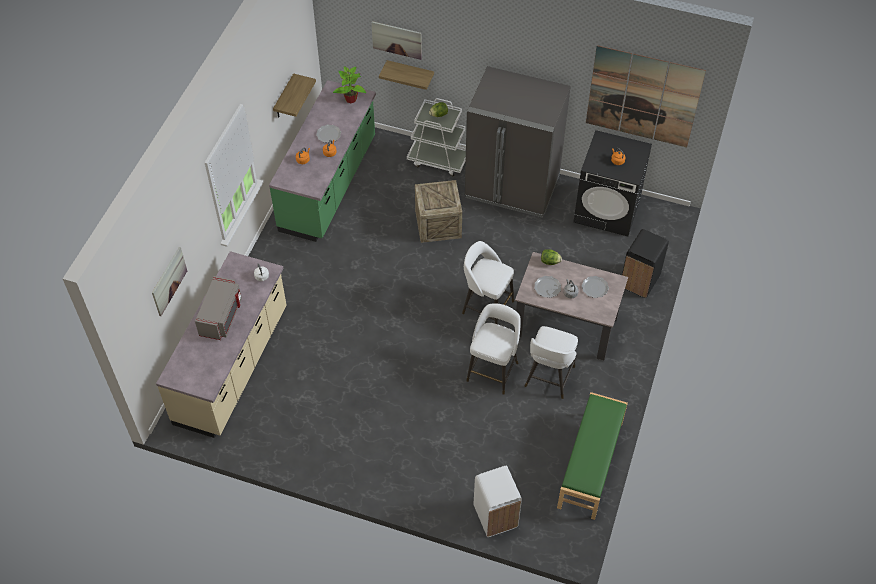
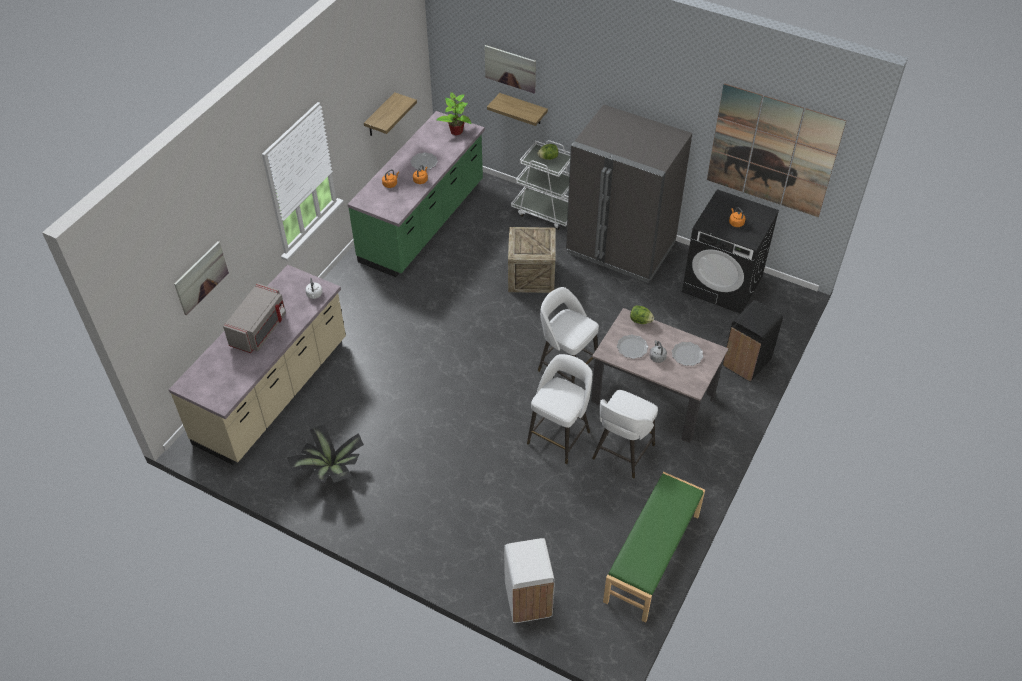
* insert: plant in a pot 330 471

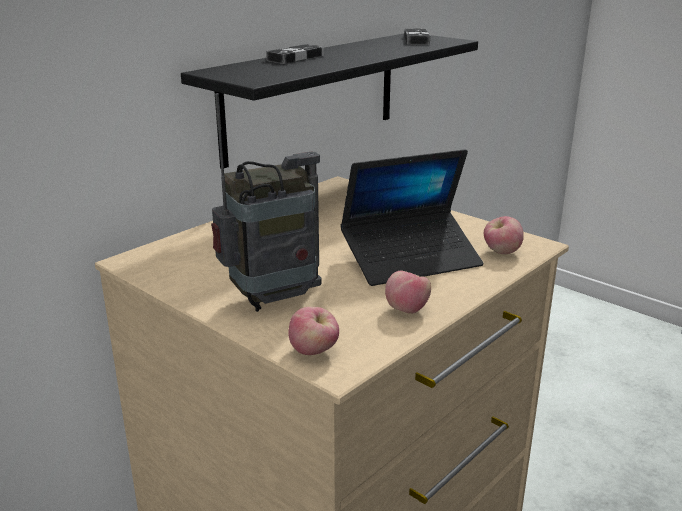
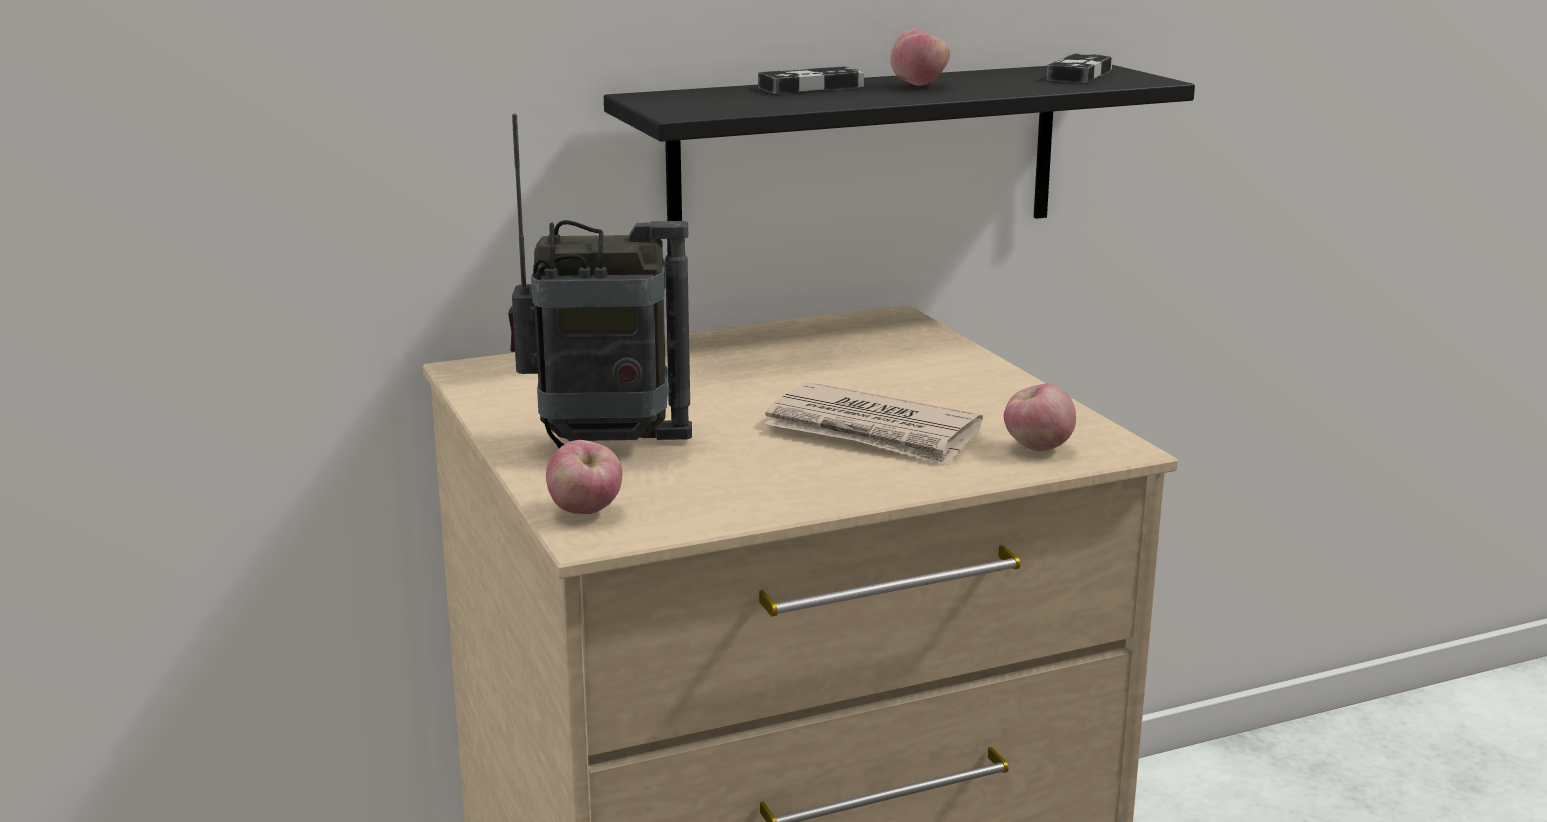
* replace: laptop 411 259 to daily paper 873 433
* move: whole apple 407 310 to 919 85

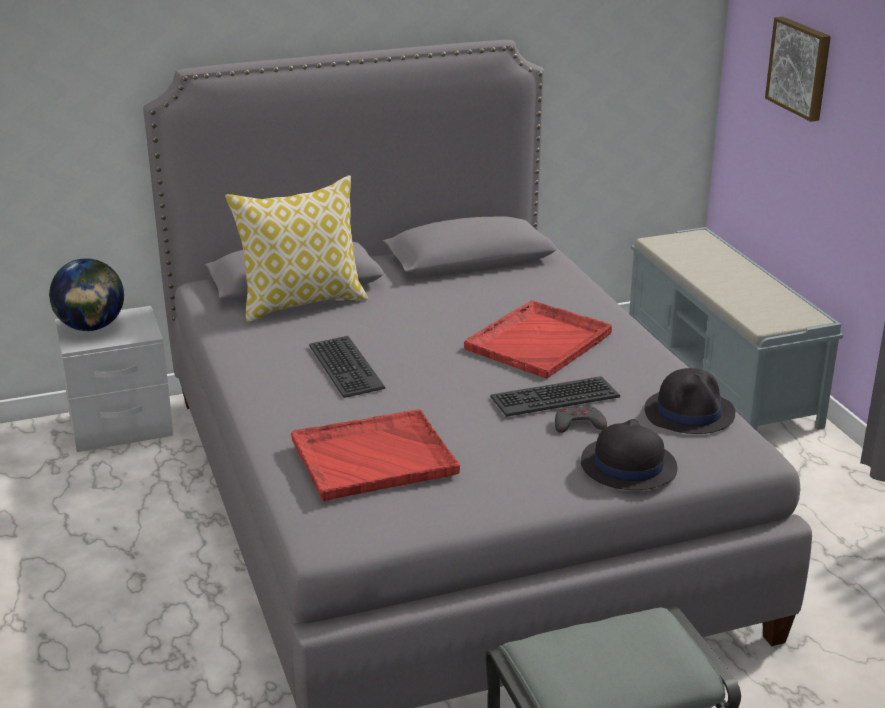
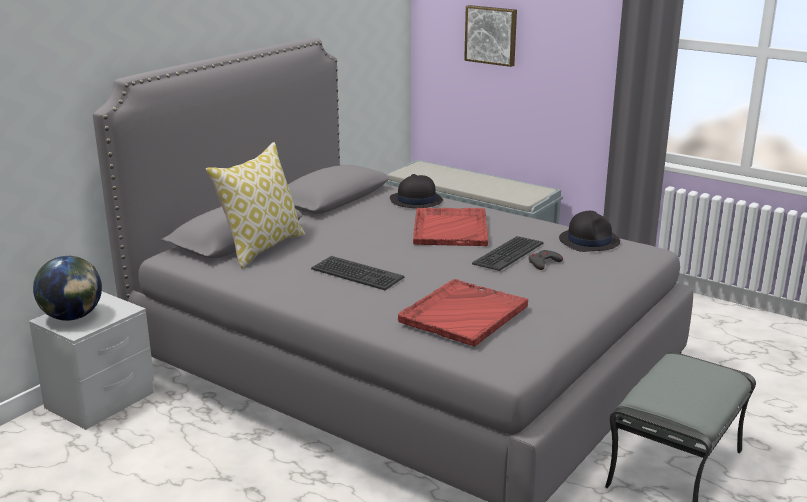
* move: clothing hat (black-coloured) 627 466 to 416 200

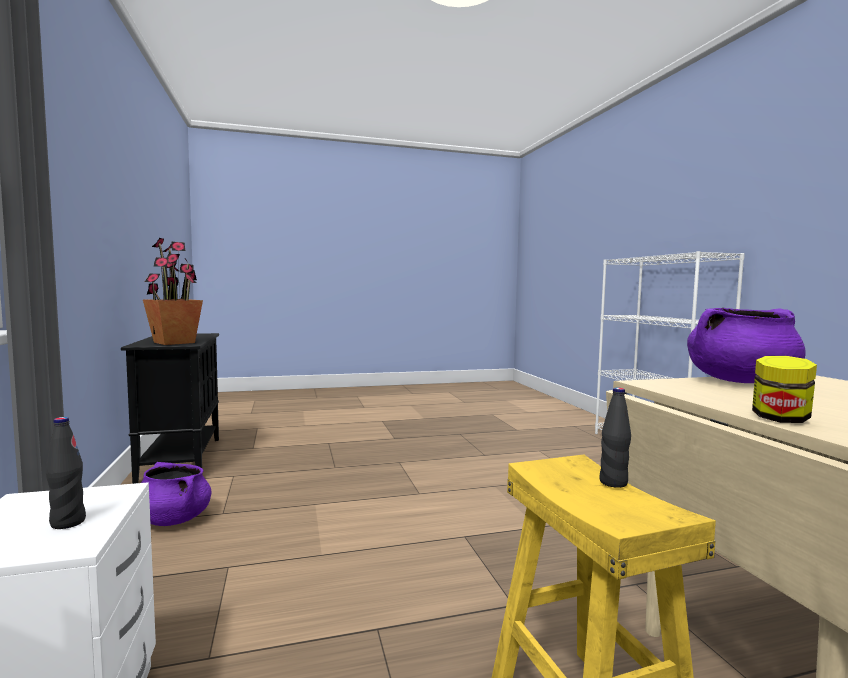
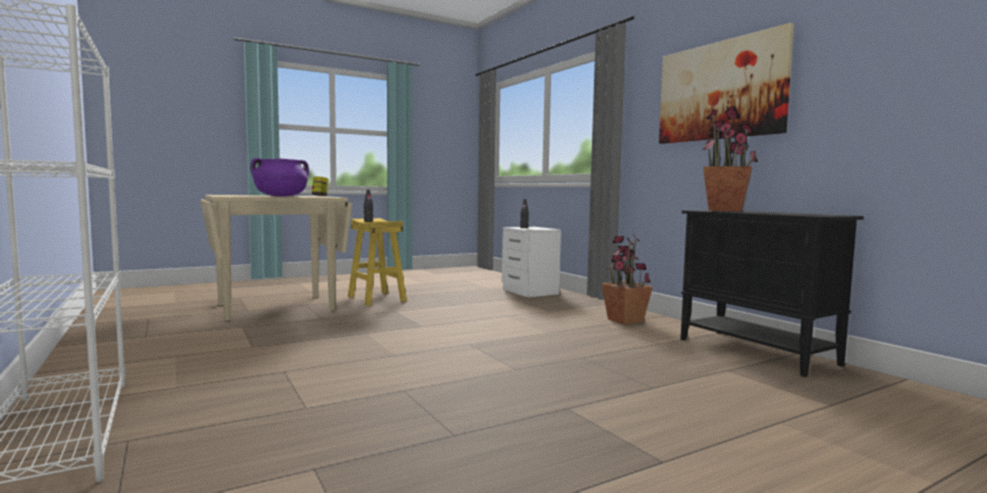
* replace: stockpot (purplish) 173 519 to plant in a pot 625 320
* insert: picture 720 91

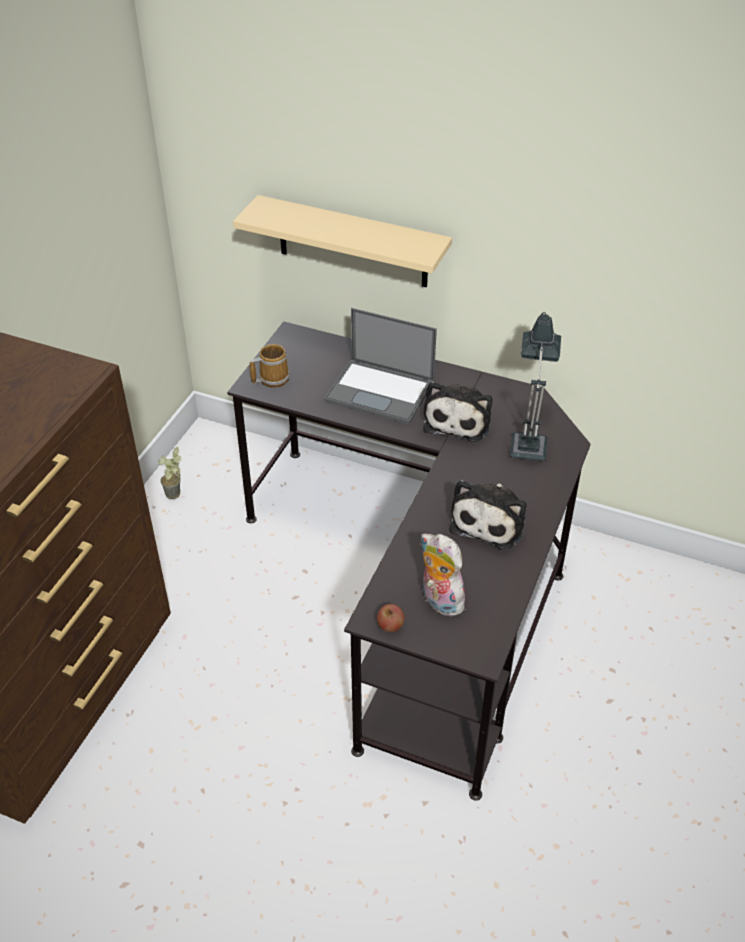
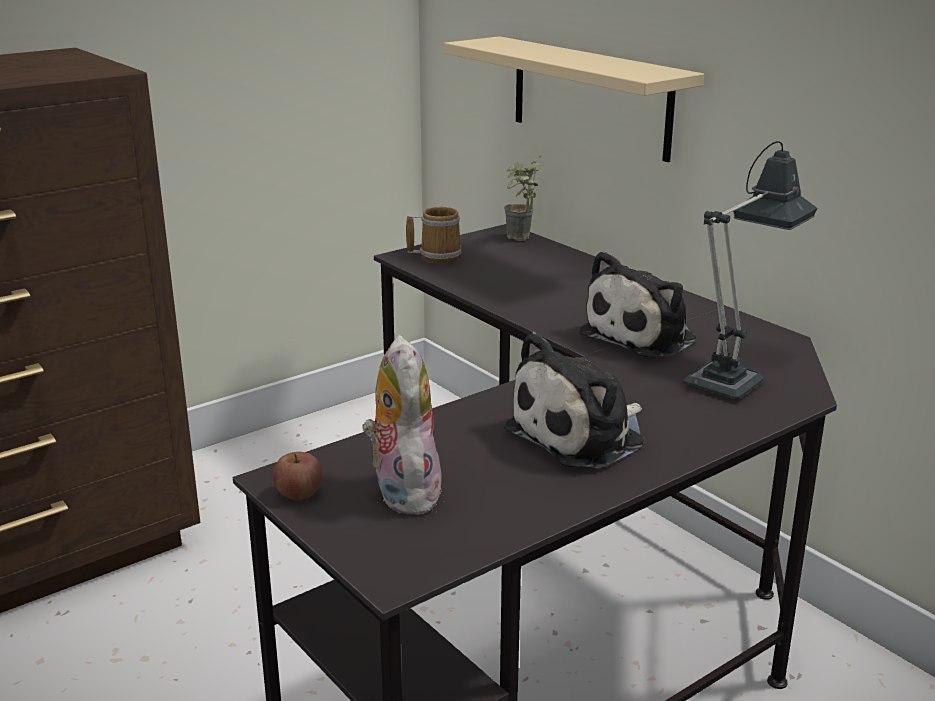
* move: plant in a pot 175 497 to 520 240
* delete: laptop 381 391

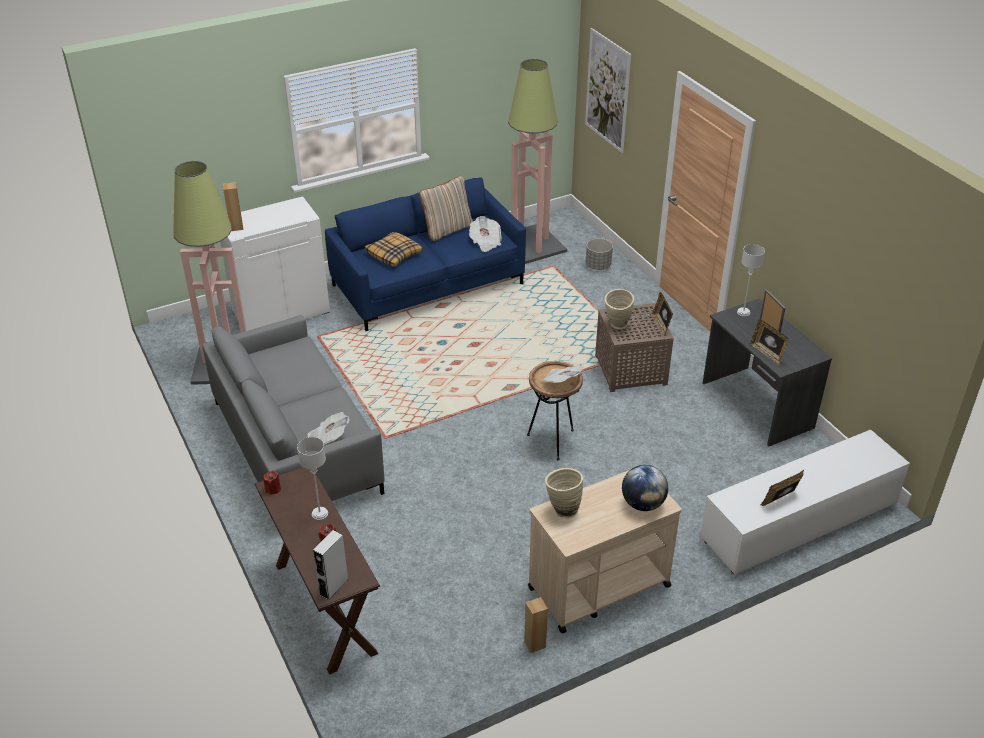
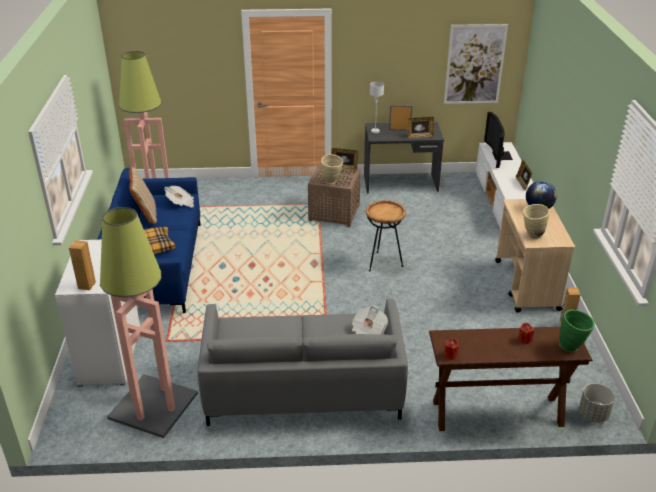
* move: picture 607 90 to 474 64
* insert: TV set 498 156
* replace: audio speaker (grey) 333 587 to flower vase (green) 572 347
* move: planter (grey) 598 266 to 593 414
* delete: table lamp (grey) 320 513
* delete: daily paper 561 382

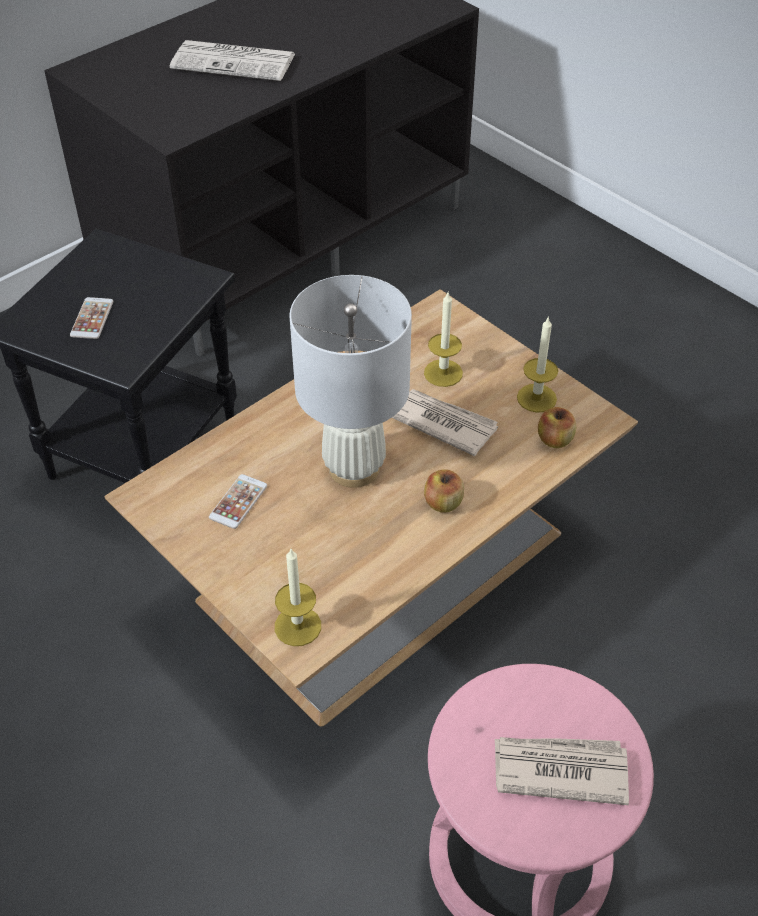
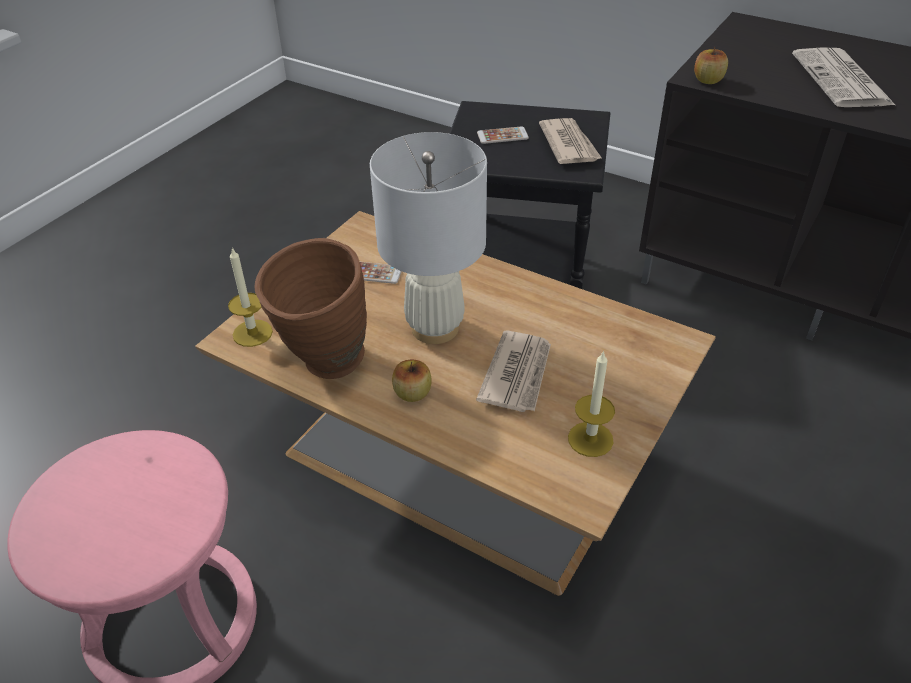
* insert: flower vase (brown-coloured) 323 367
* move: daily paper 559 769 to 569 144
* move: whole apple 555 440 to 708 80
* delete: candle 443 373

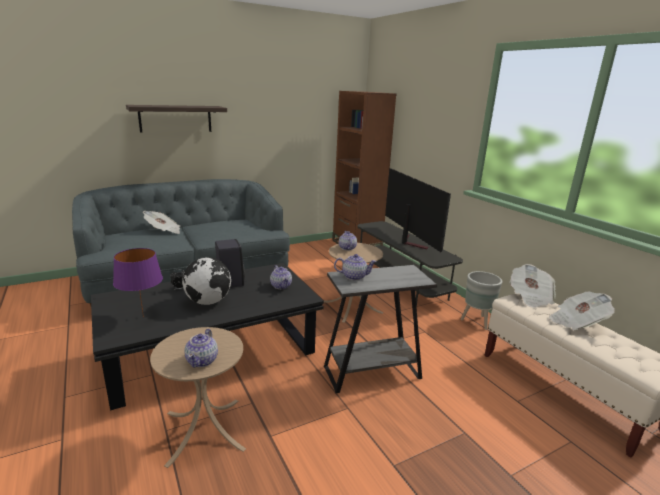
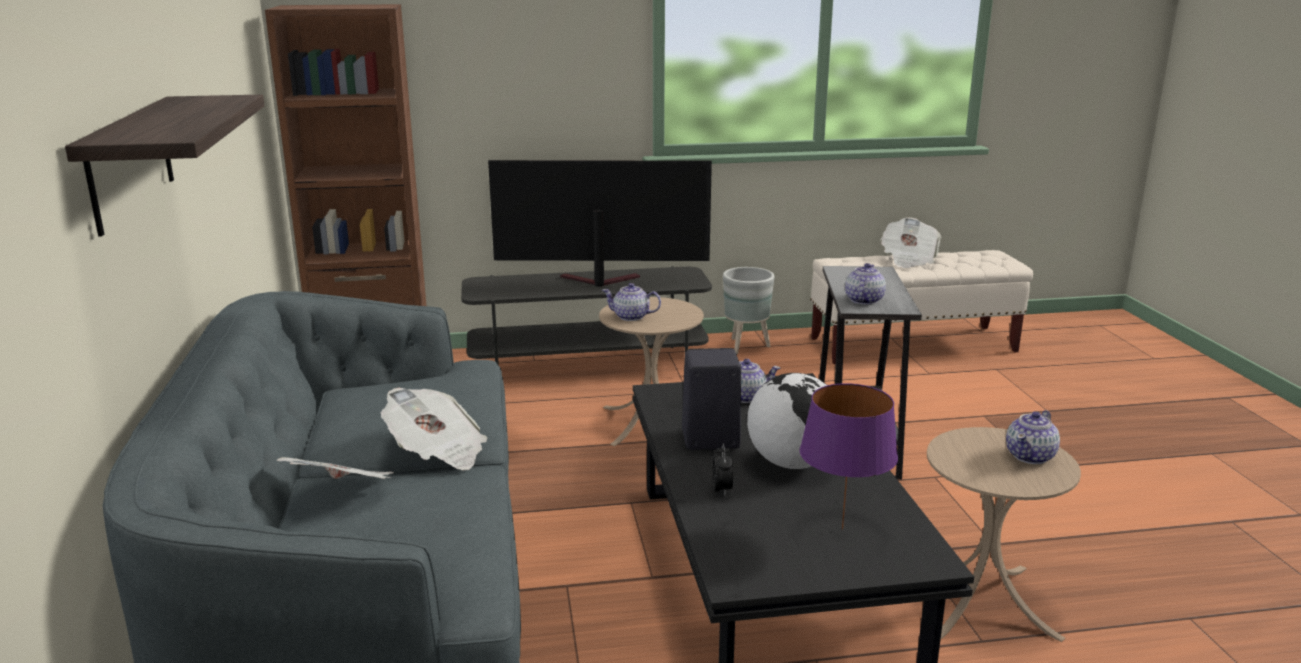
* move: daily paper 530 297 to 437 452
* rotate: pot for tea 202 360 = 1031 456 105 degrees clockwise

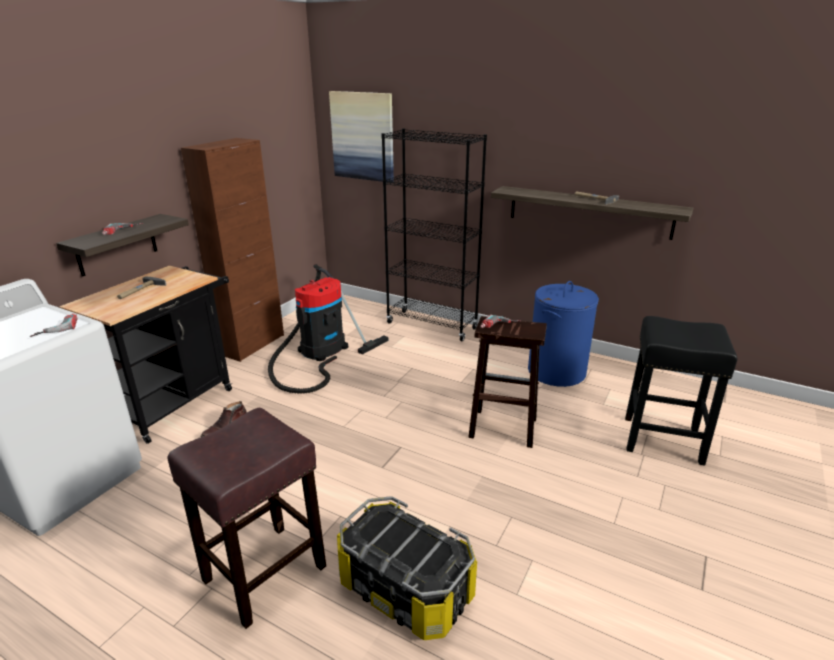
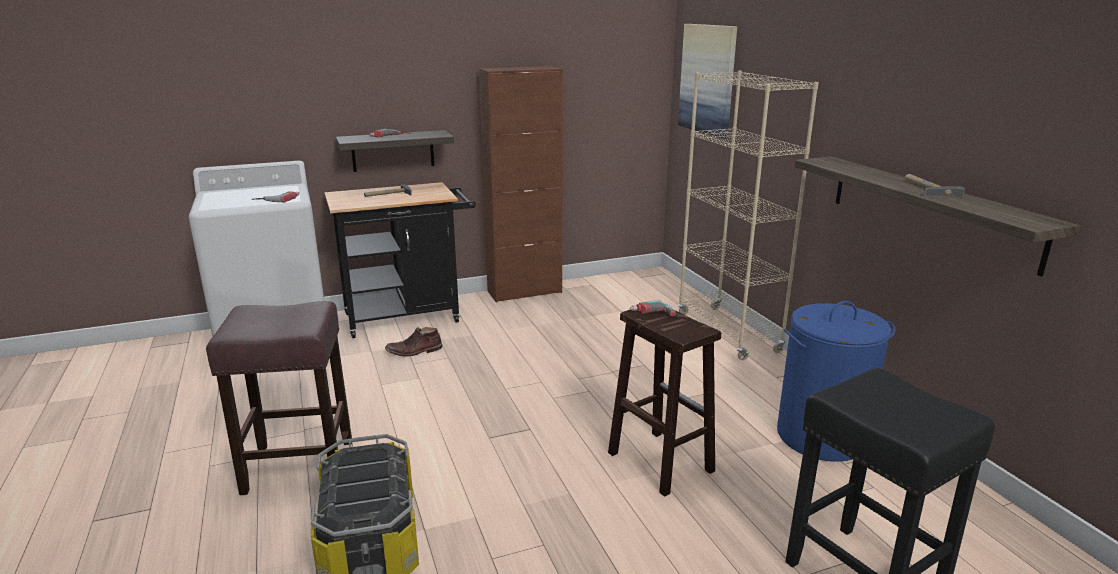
* recolor: shelving unit (black-coloured) 432 326 to shelving unit (beige) 728 333
* delete: vacuum cleaner 320 352

